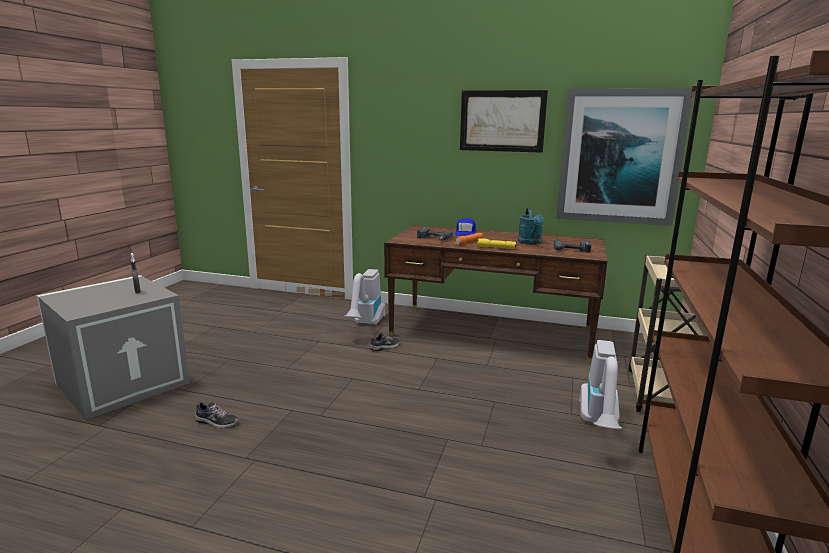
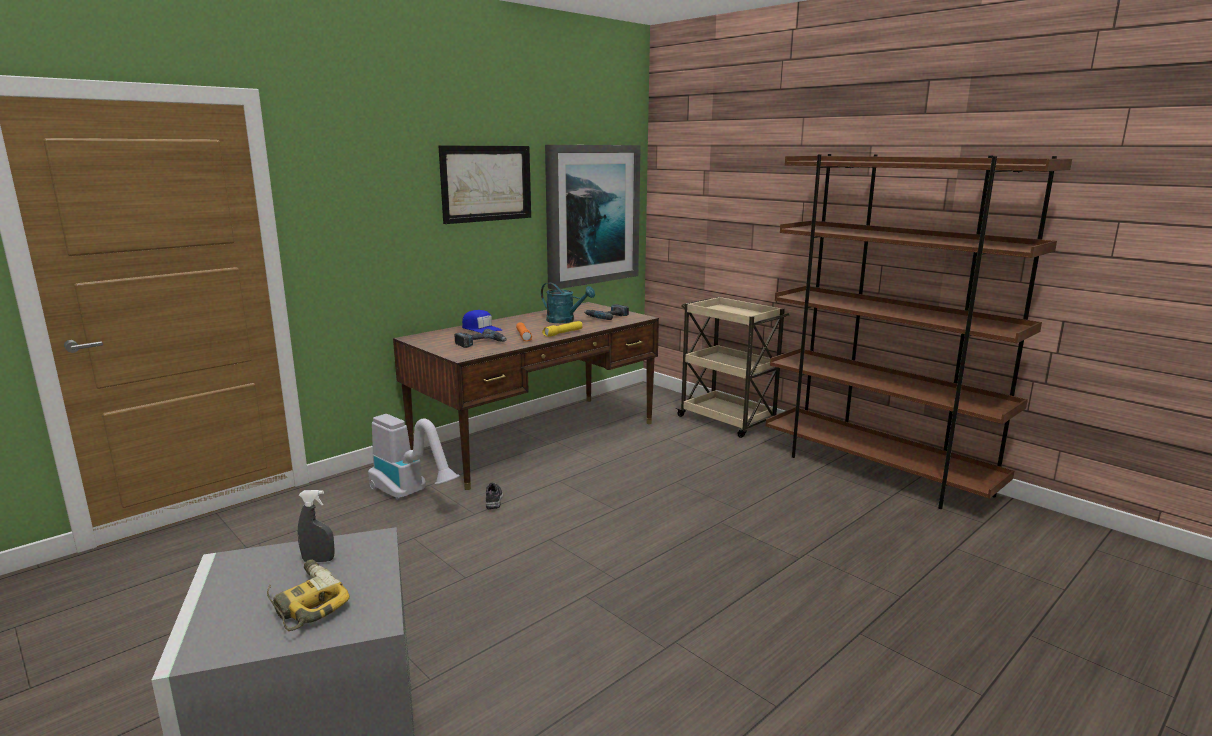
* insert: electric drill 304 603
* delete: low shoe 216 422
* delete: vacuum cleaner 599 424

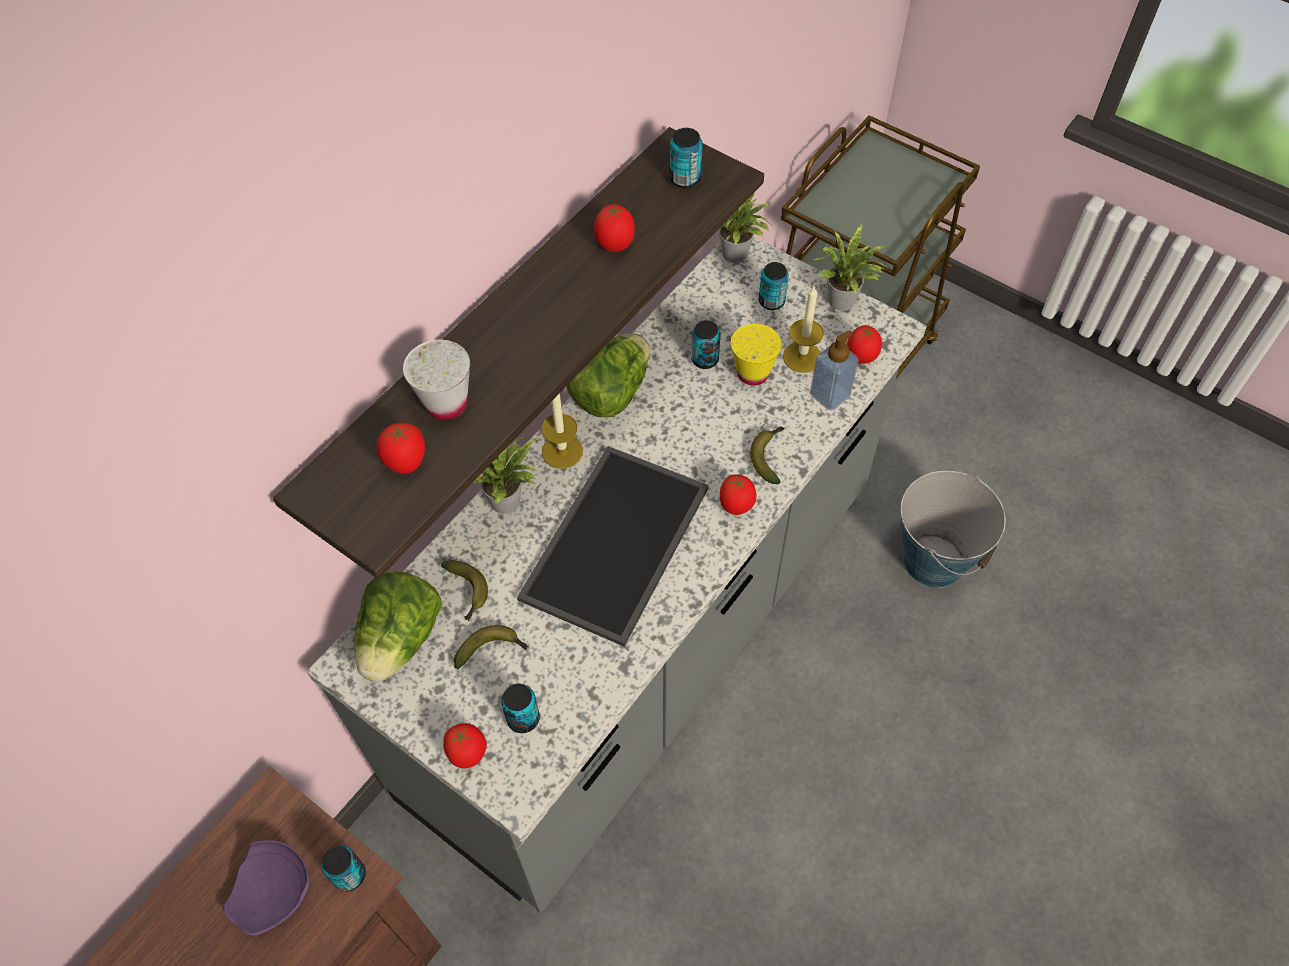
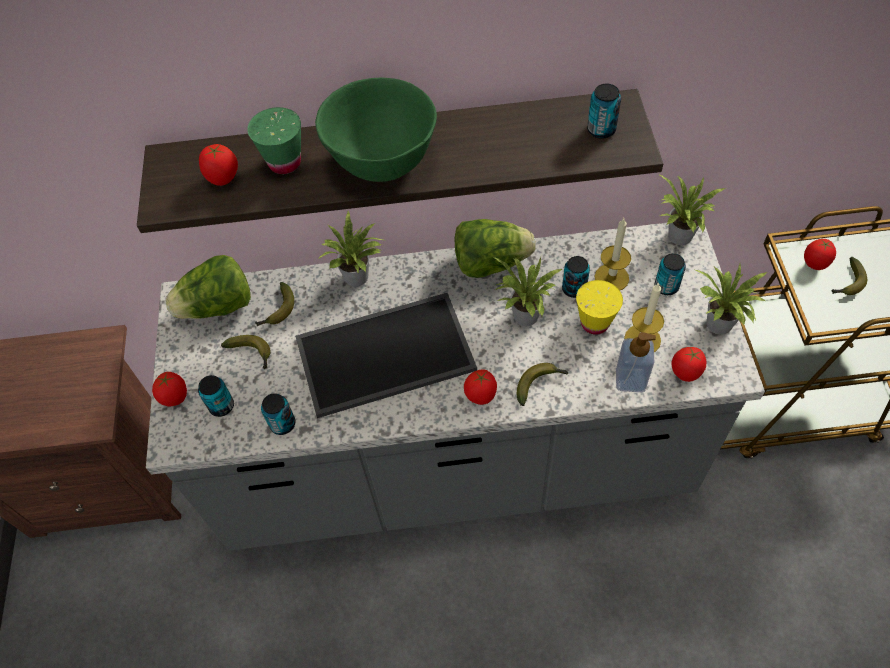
* recolor: drinking cup (white) 446 404 to drinking cup (green) 284 162
* move: metal can 349 875 to 282 424
* insert: bowl (green) 382 163
* insert: plant in a pot 524 318
* move: candle 562 451 to 611 278
* move: fresh tomato 615 245 to 814 264
* insert: banana 847 283
* delete: flat dish (purplish) 273 892
* delete: water bucket 934 560

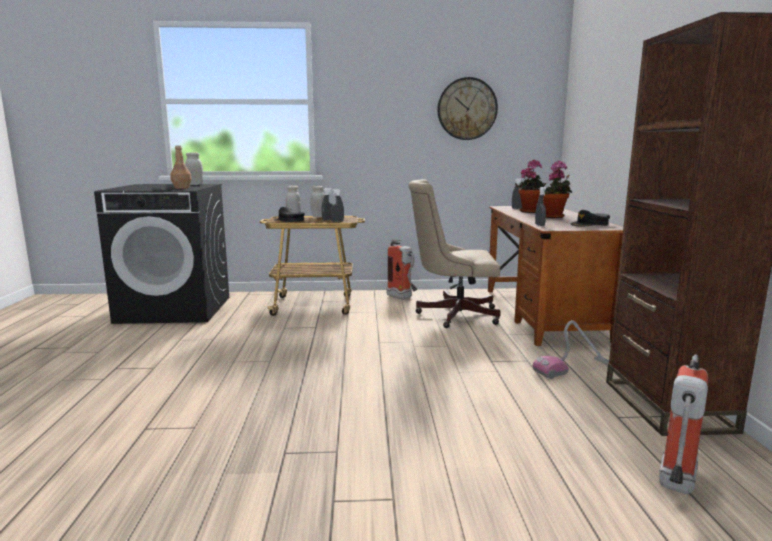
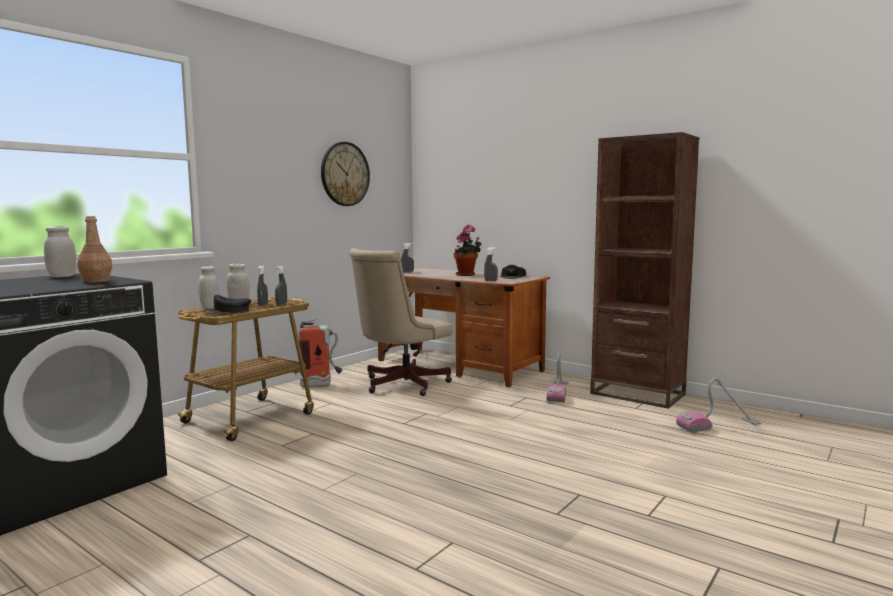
* replace: extinguisher 675 485 to vacuum cleaner 718 426
* delete: plant in a pot 530 211

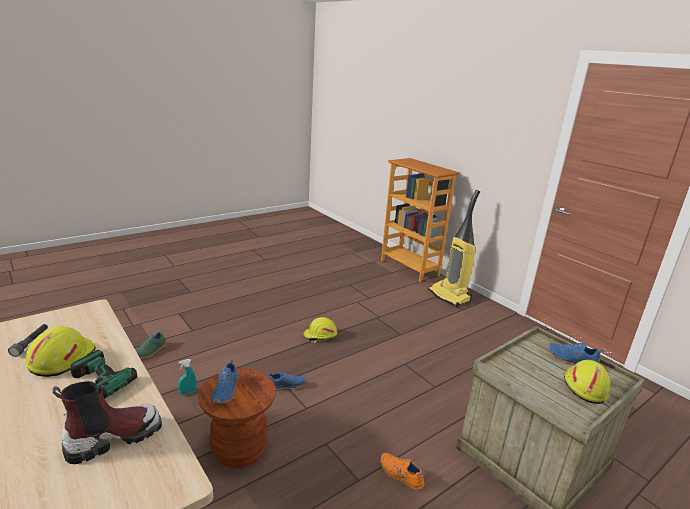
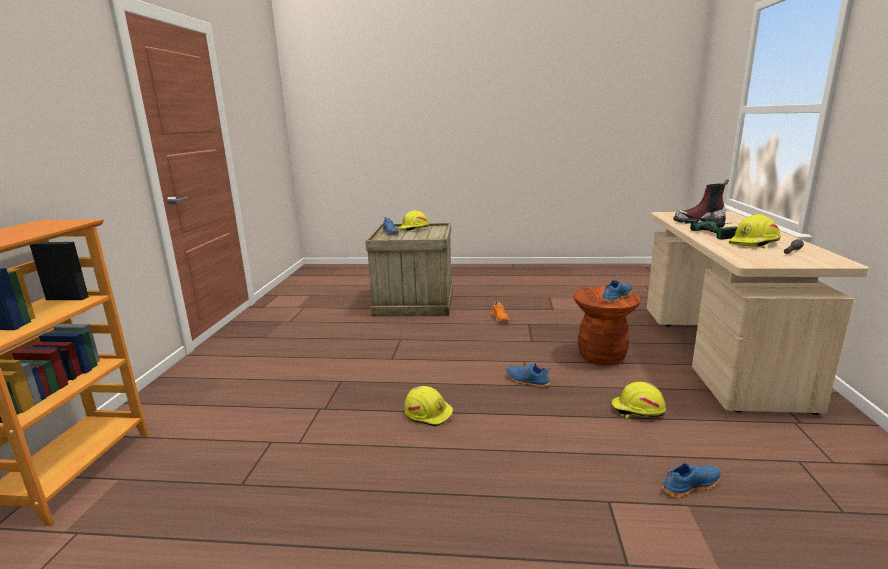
* replace: spray bottle (turquoise) 188 392 to hard hat (yellowish) 637 410
* recolor: low shoe (green) 150 351 to low shoe (blue-coloured) 689 485
* delete: vacuum cleaner 450 296

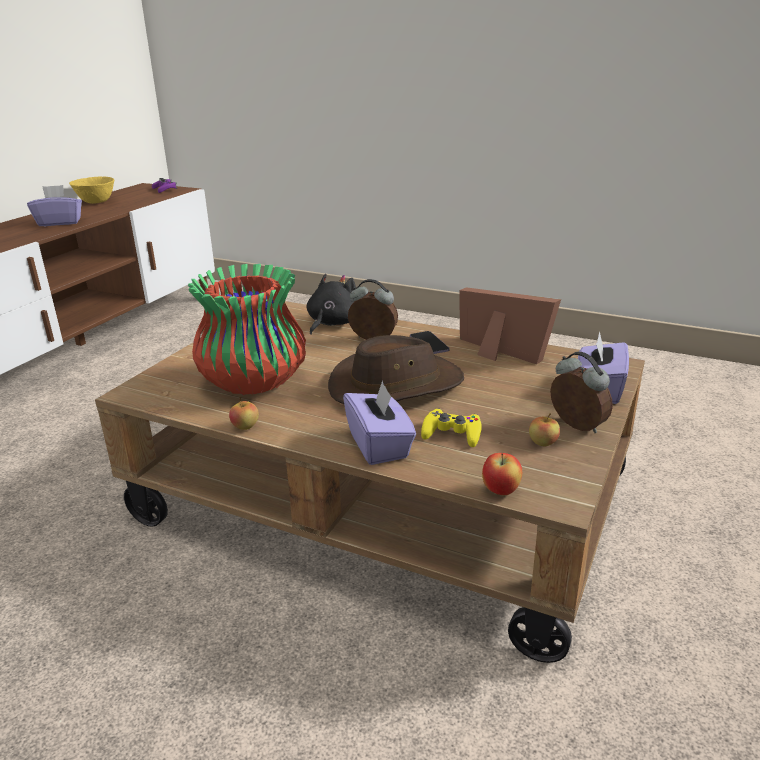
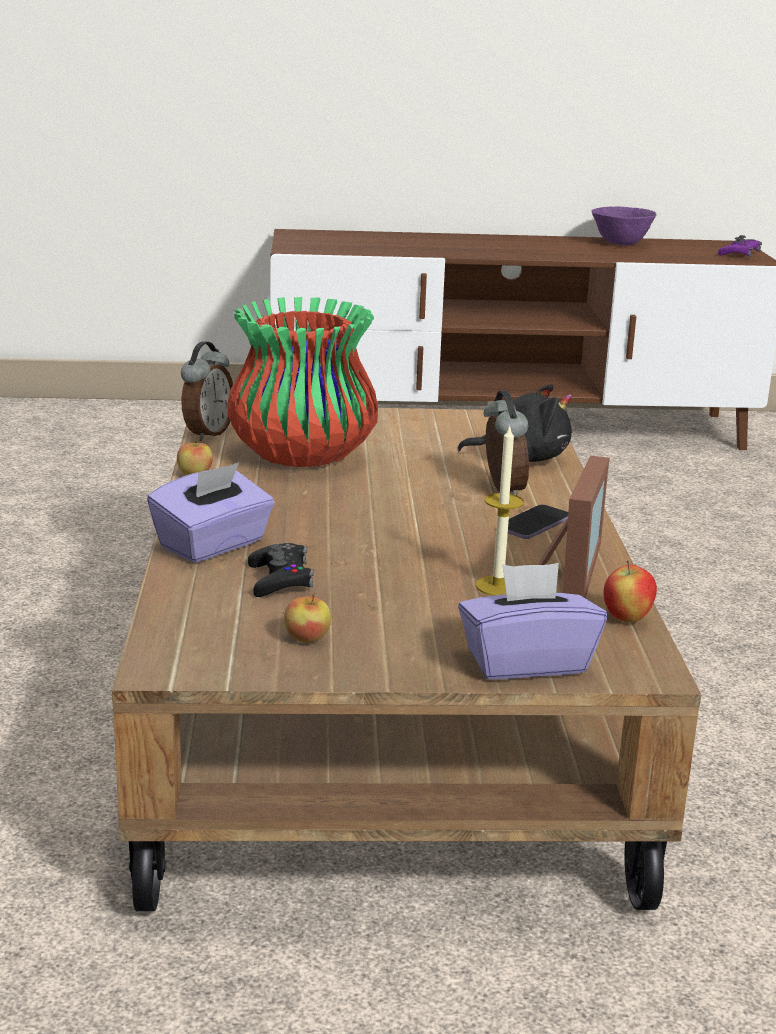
* move: alarm clock 575 427 to 207 434
* recolor: gamepad (yellowish) 452 433 to gamepad (black-coloured) 280 579
* insert: candle 498 586
* recolor: bowl (yellowish) 96 202 to bowl (purplish) 620 244
* move: whole apple 501 491 to 626 618
* delete: tissue holder (purplish) 60 222
* delete: clothing hat (brown-coloured) 395 385

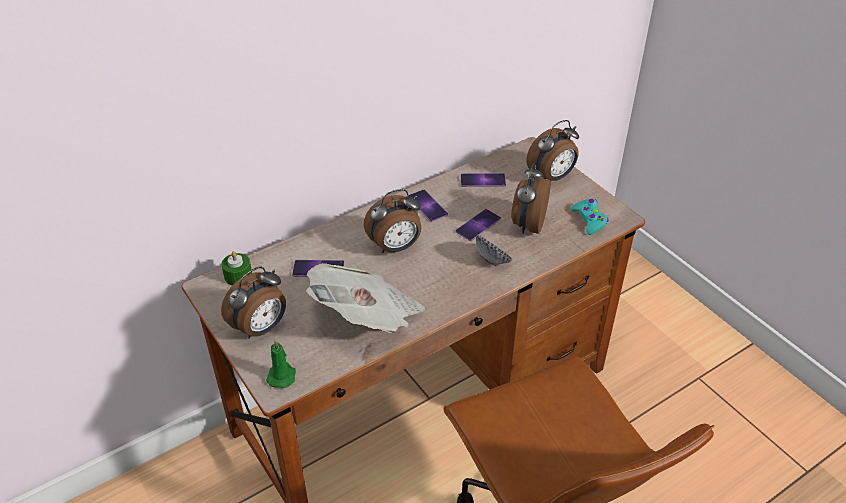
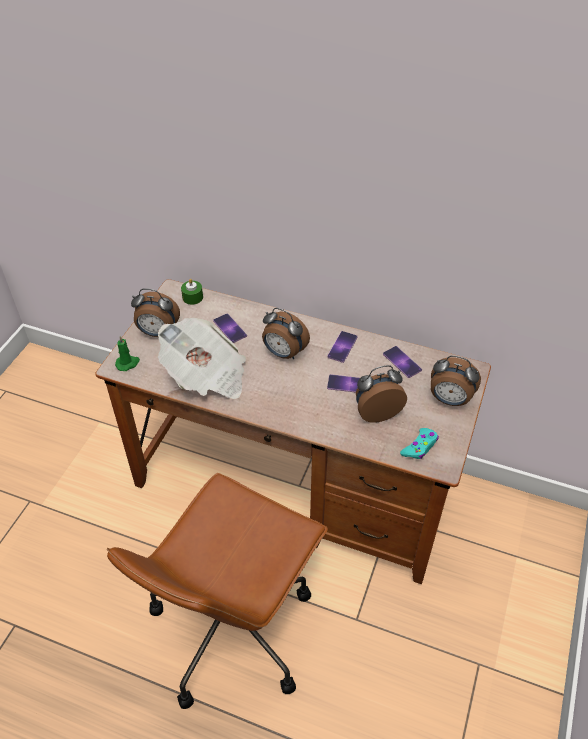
* delete: bowl 492 260

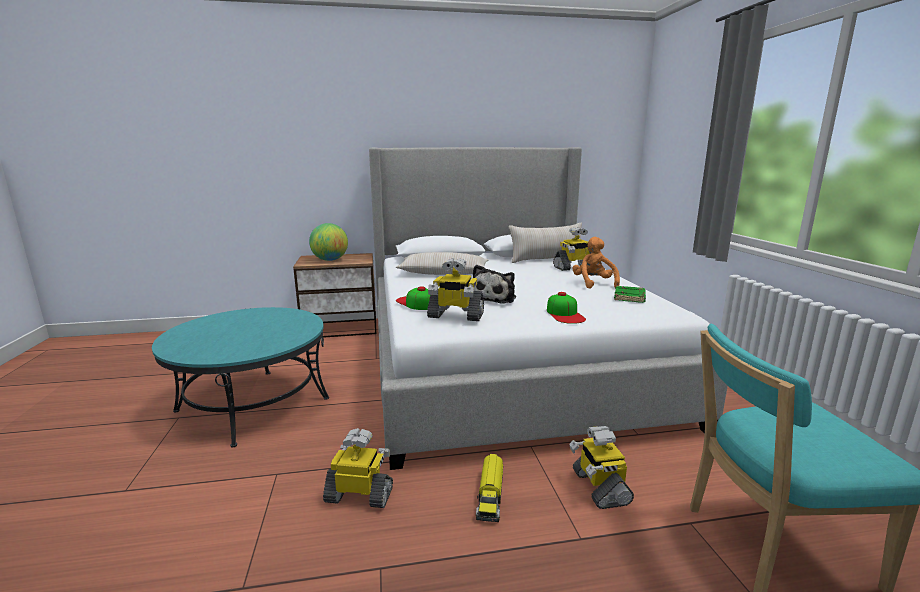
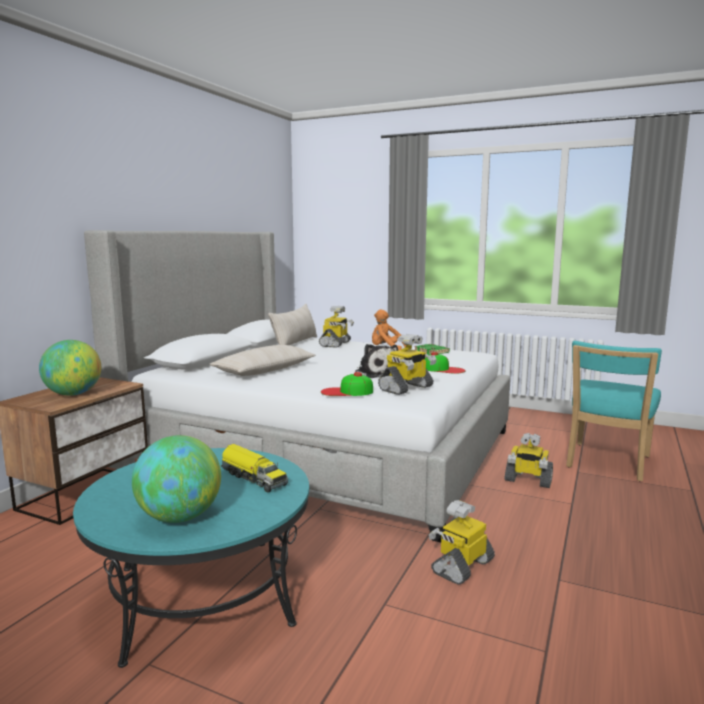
* insert: globe 179 517
* move: model truck 490 495 to 253 477

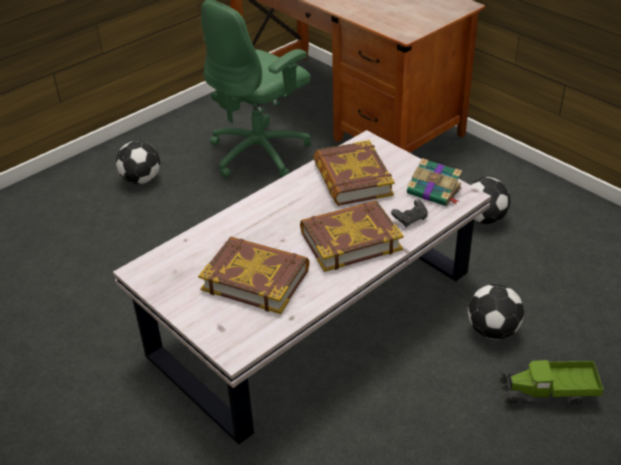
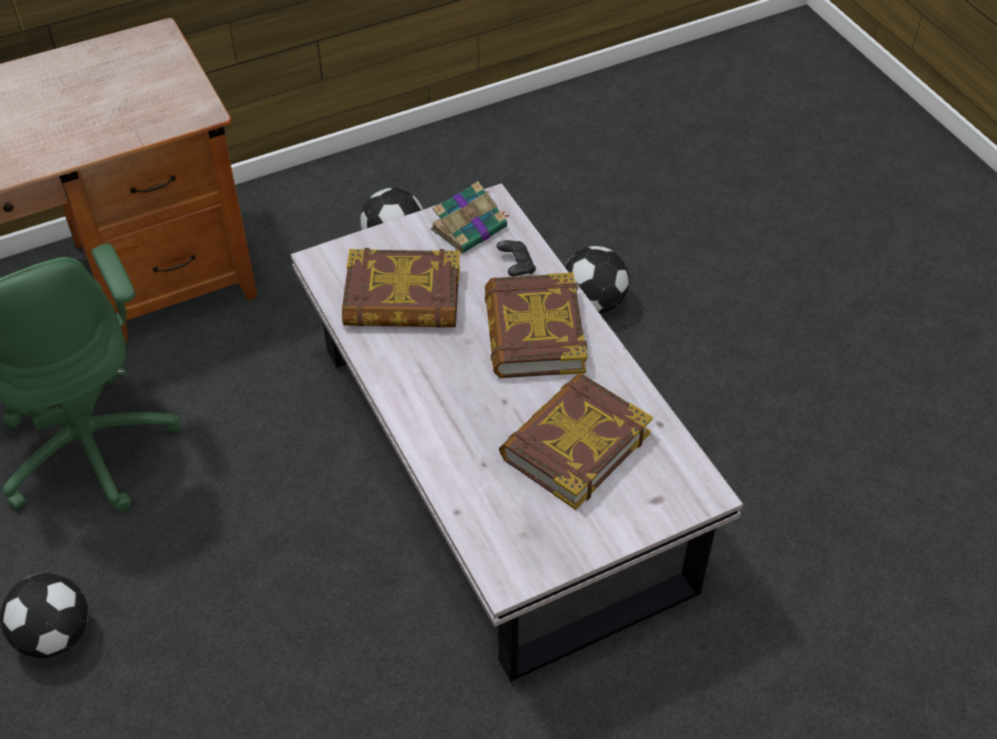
* delete: model truck 548 394

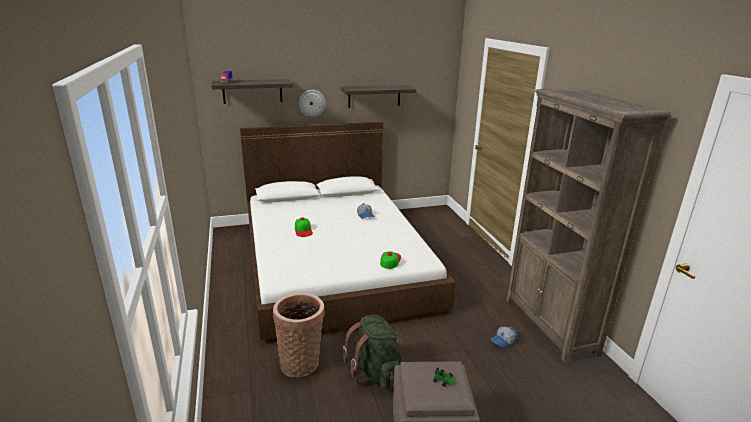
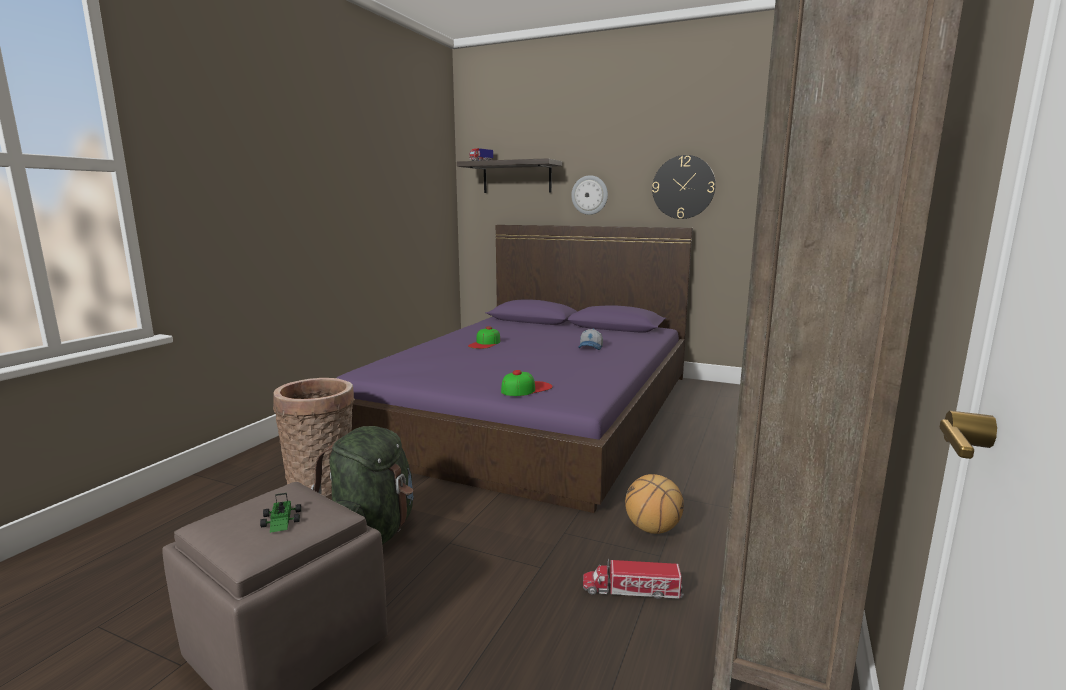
* recolor: bedroom bed (white) 335 262 to bedroom bed (purplish) 534 409
* replace: peaked cap 503 341 to model truck 632 590
* insert: basketball ball 652 529
* replace: bracket shelf 374 96 to hanging clock 683 187

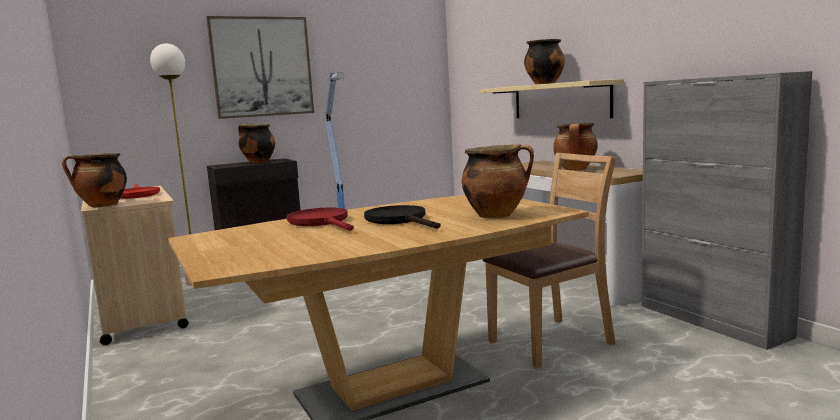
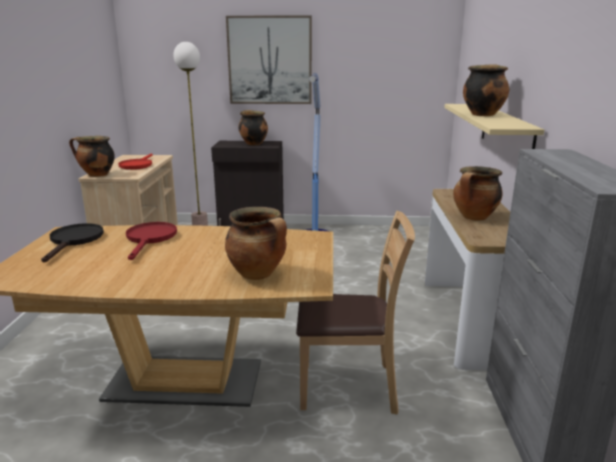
* move: skillet (black-coloured) 400 220 to 74 241

